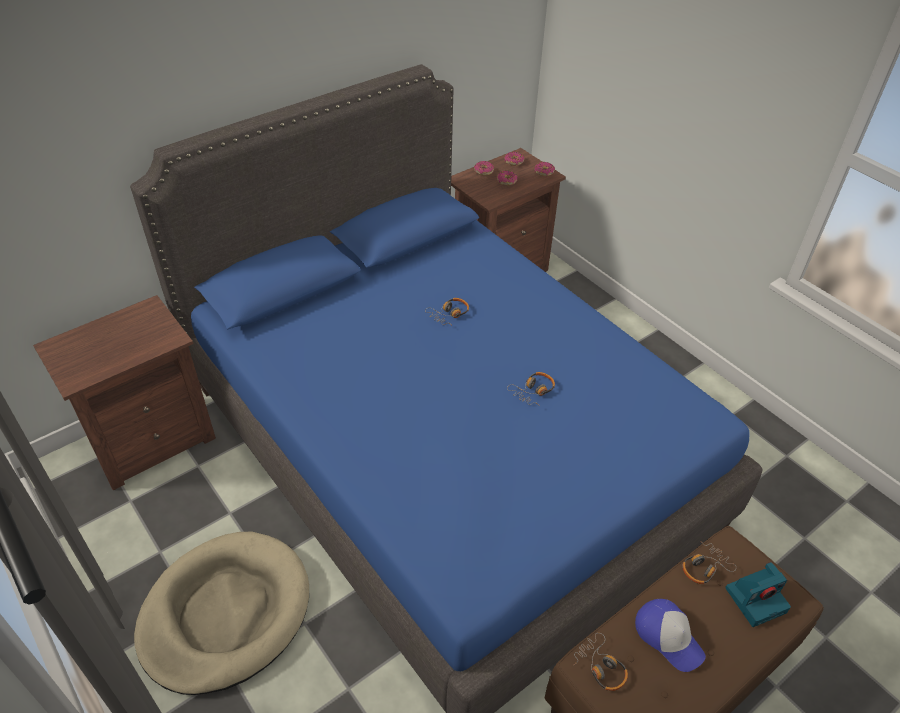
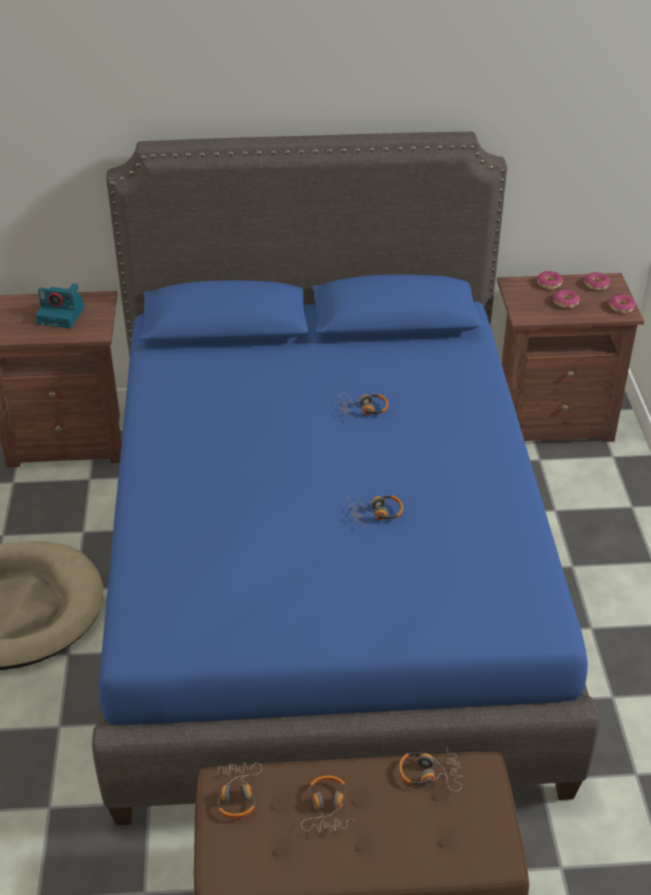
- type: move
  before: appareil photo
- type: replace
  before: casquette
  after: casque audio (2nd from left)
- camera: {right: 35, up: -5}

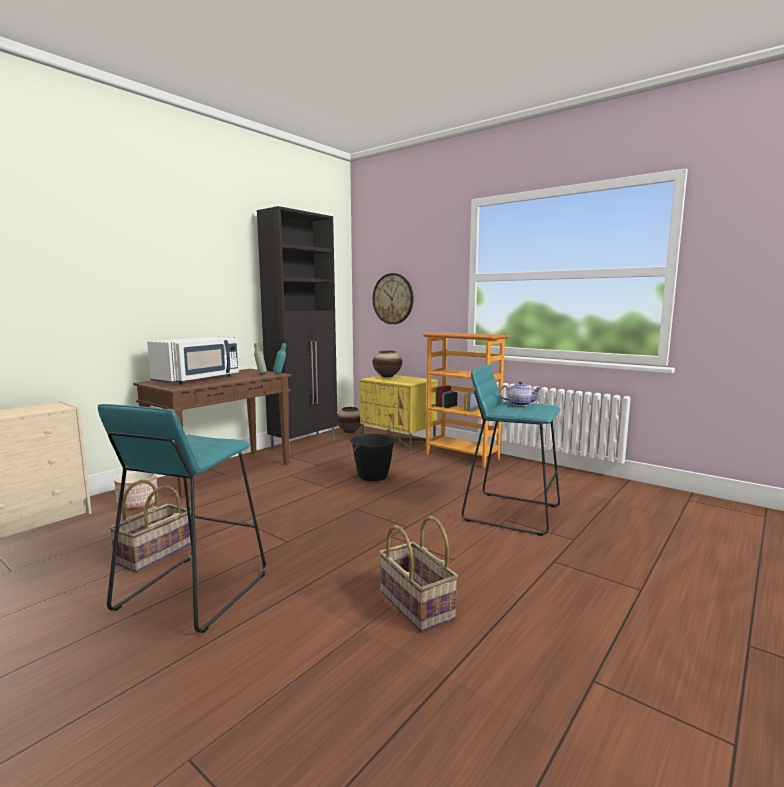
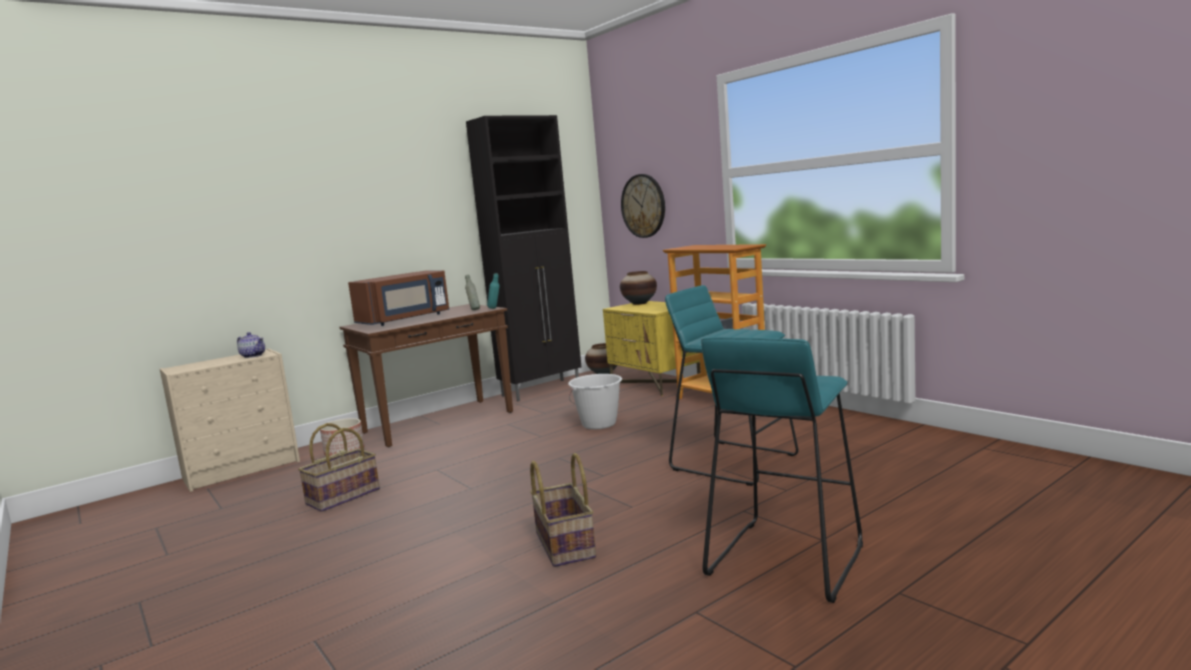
- type: recolor
  before: micro-ondes/blanc
  after: micro-ondes/marron
- type: move
  before: théière
- type: move
  before: tabouret/turquoise (1st from left in the first image)
  after: tabouret/turquoise (2nd from left)
- type: recolor
  before: seau/noir
  after: seau/blanc
- camera: {right: 15, up: 0}

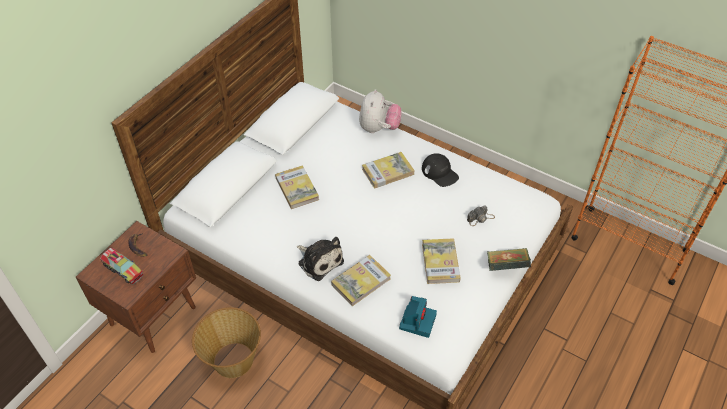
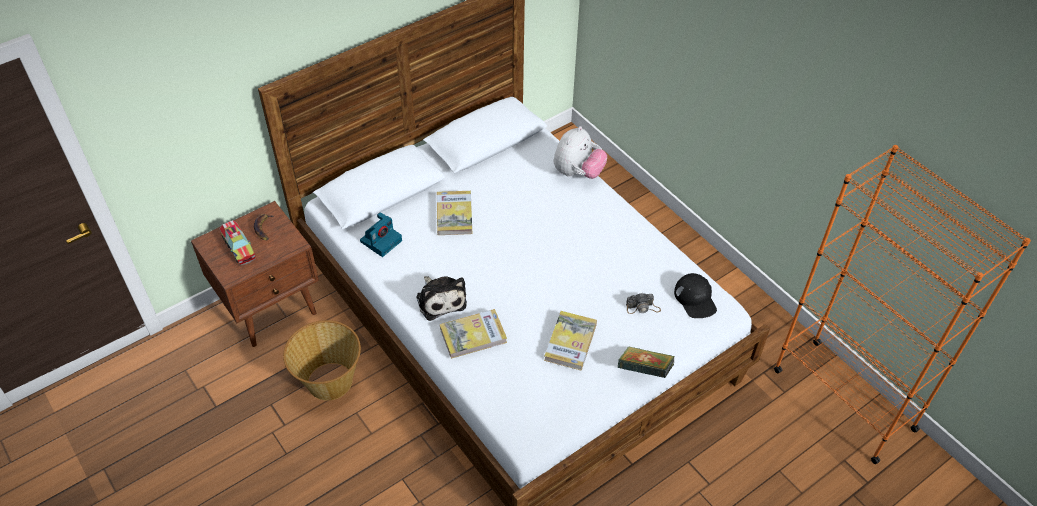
- type: delete
  before: livre (3rd from left)
- type: move
  before: casquette/noir
- type: move
  before: appareil photo (1st from left)
- camera: {right: 20, up: 0}

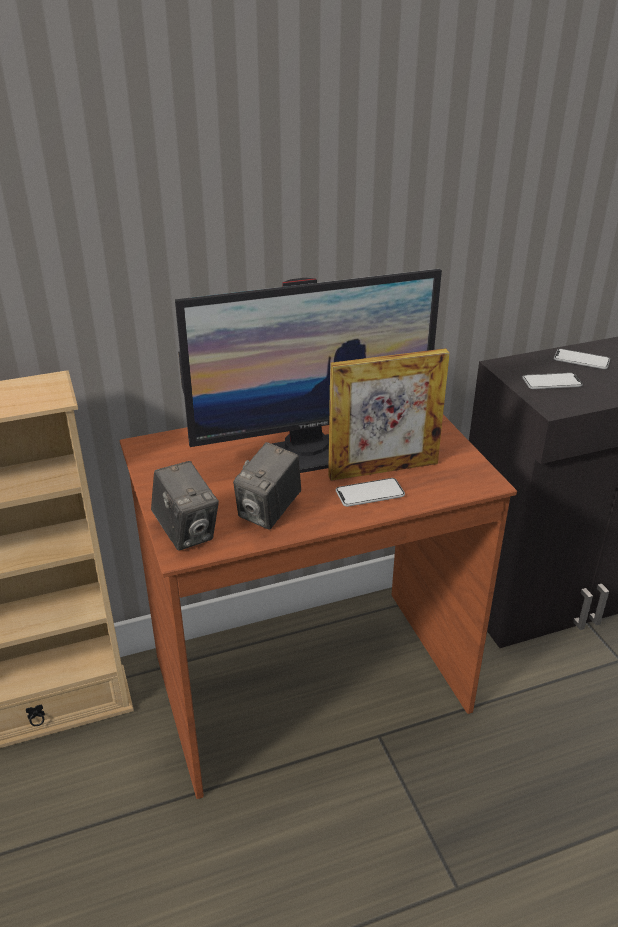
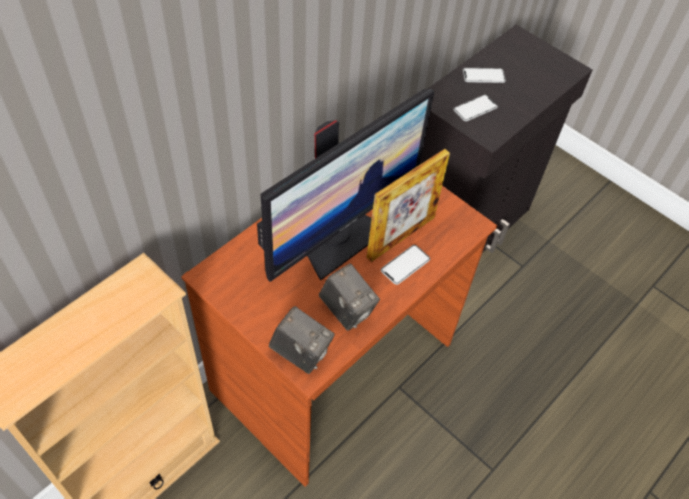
- type: rotate
  before: appareil photo (2nd from left)
  turn: -45
- camera: {right: -30, up: 20}

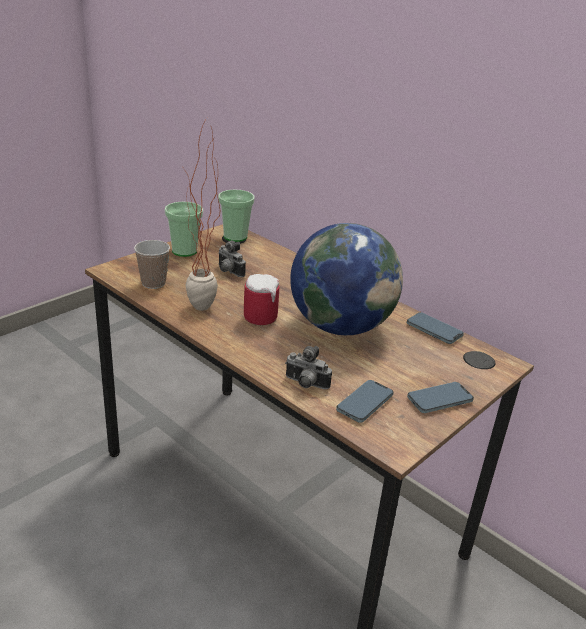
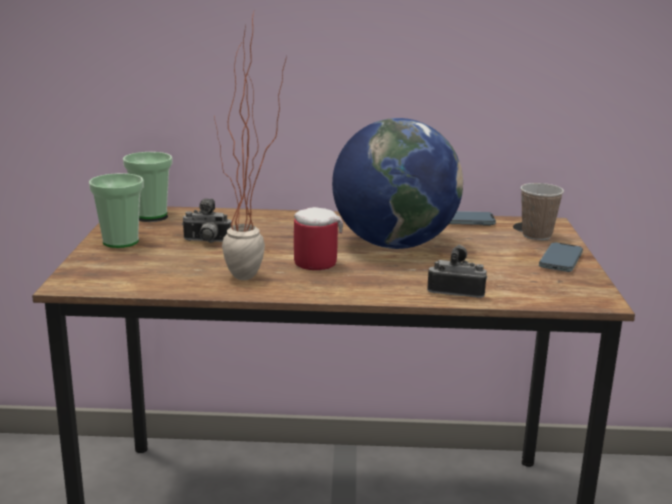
- type: move
  before: tasse (1st from left in the first image)
  after: tasse (3rd from left)
- type: rotate
  before: appareil photo (2nd from left)
  turn: -150
- type: delete
  before: téléphone (1st from left)
- camera: {right: -40, up: -10}

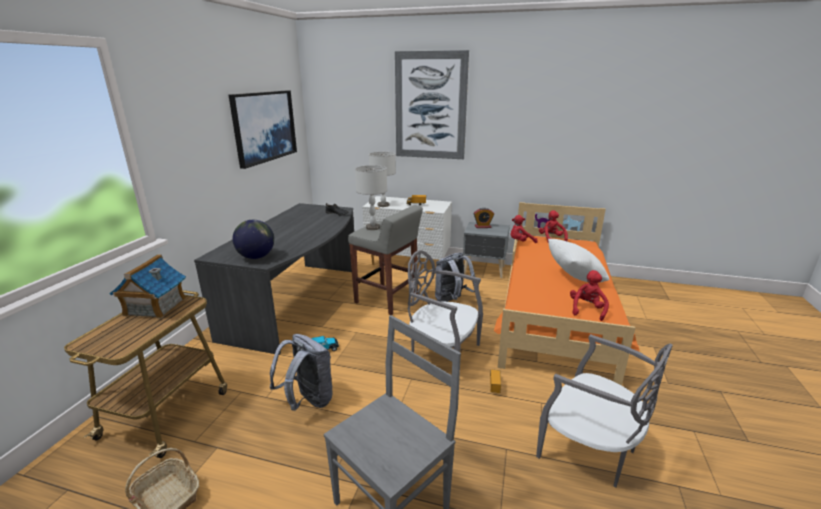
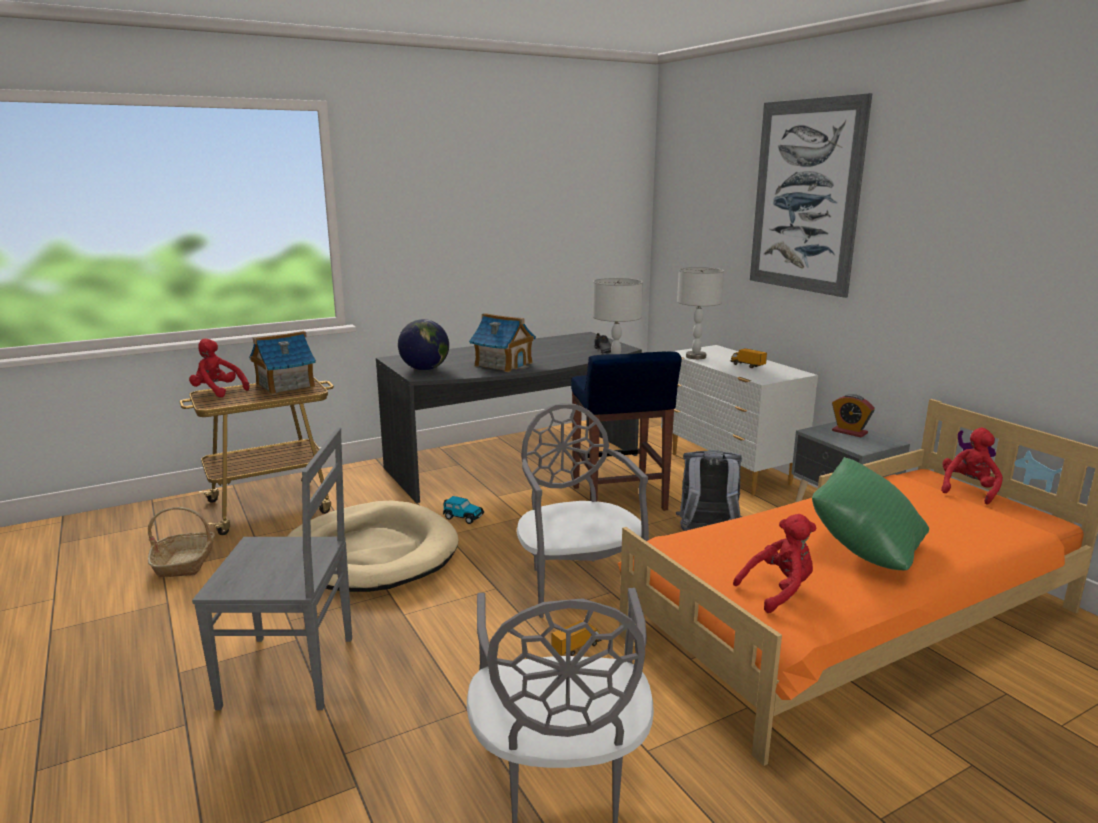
- type: delete
  before: tableau (1st from left)
- type: recolor
  before: tabouret/gris
  after: tabouret/bleu
- type: move
  before: peluche/rouge (1st from left)
- type: recolor
  before: coussin/blanc
  after: coussin/vert
- type: replace
  before: sac à dos/gris (1st from left)
  after: panier pour chien/beige
- type: insert
  after: maison miniature (2nd from left)
- camera: {right: 45, up: -5}

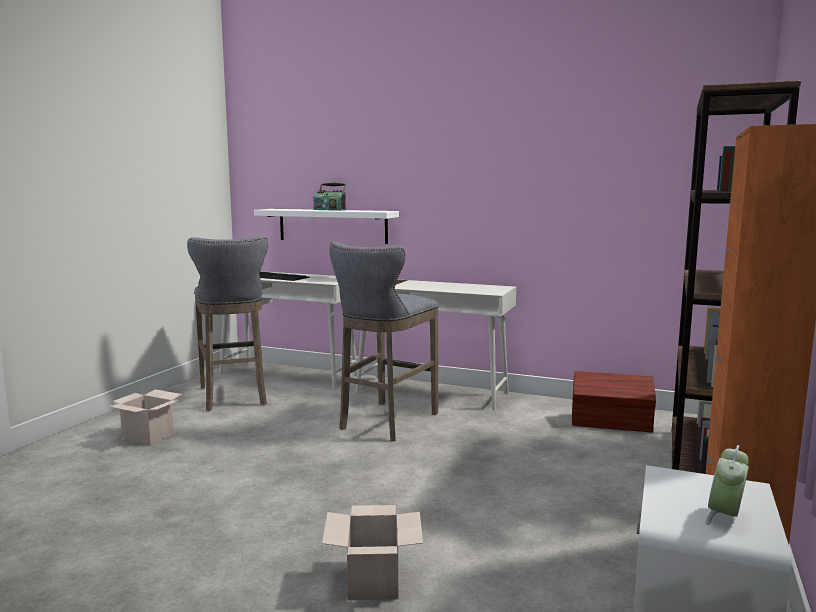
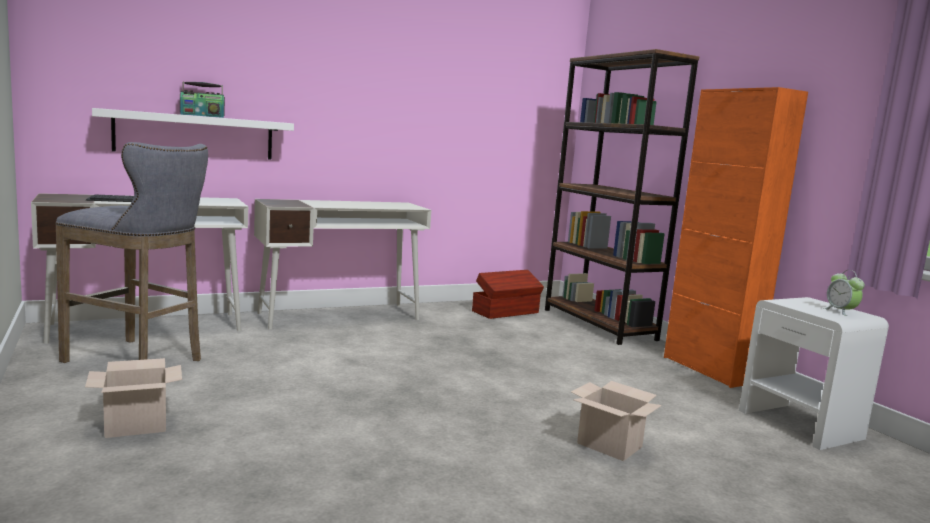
- type: delete
  before: tabouret/gris (2nd from left)
- camera: {right: -50, up: 0}

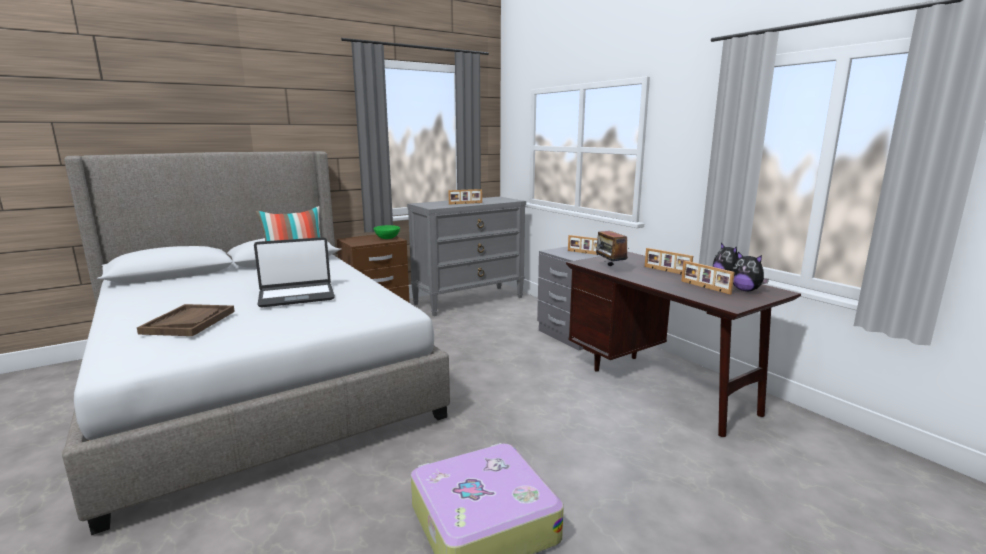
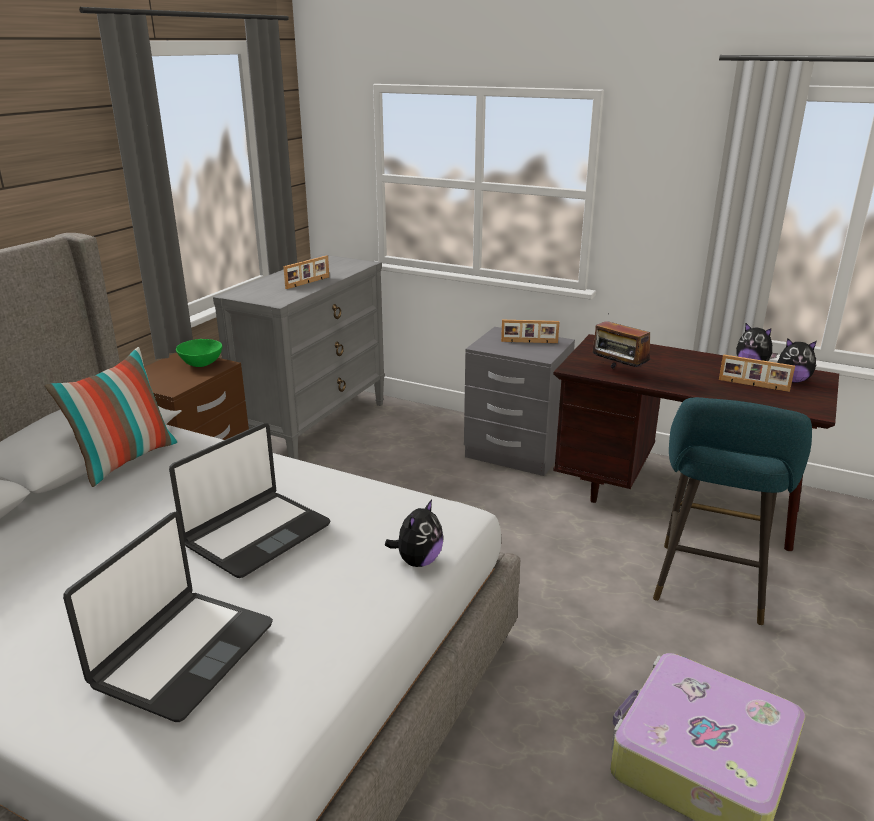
- type: delete
  before: cadre photo (3rd from left)
- type: replace
  before: plateau/marron
  after: ordinateur portable (1st from left)
- type: insert
  after: tabouret/turquoise
- type: insert
  after: peluche (1st from left)
- camera: {right: -30, up: 10}

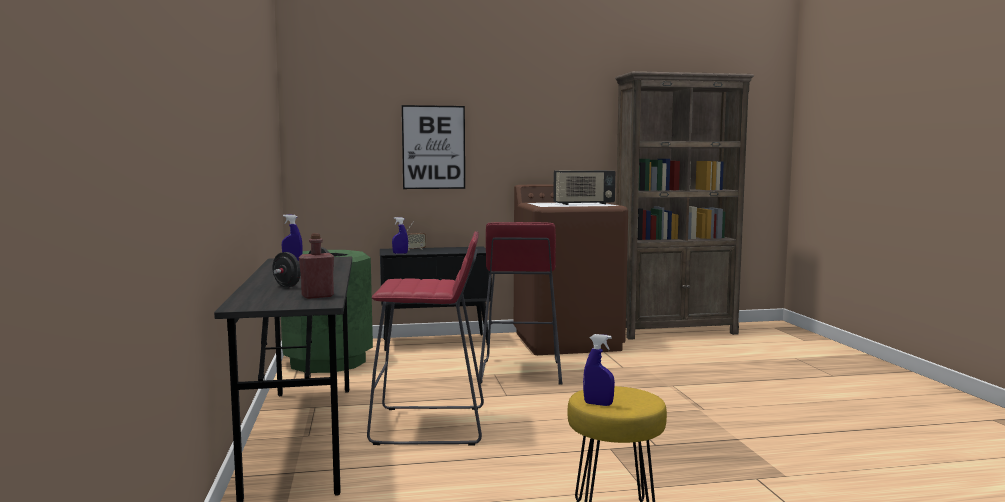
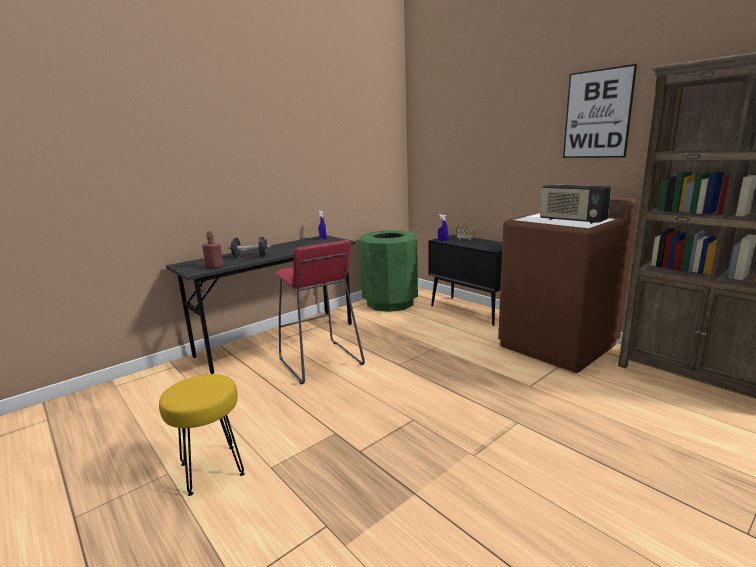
- type: move
  before: tableau
- type: delete
  before: tabouret/rouge (2nd from left)
- type: delete
  before: vaporisateur/bleu (3rd from left)
- camera: {right: 60, up: 10}

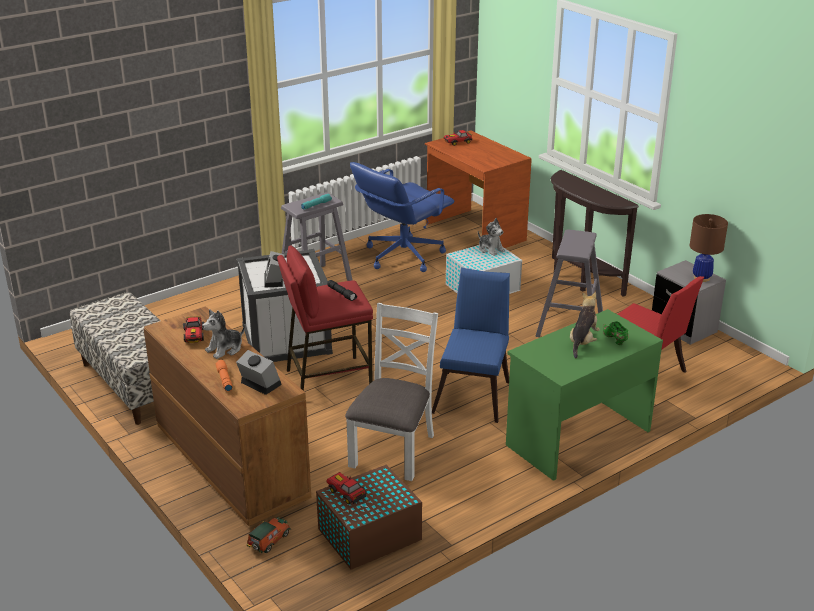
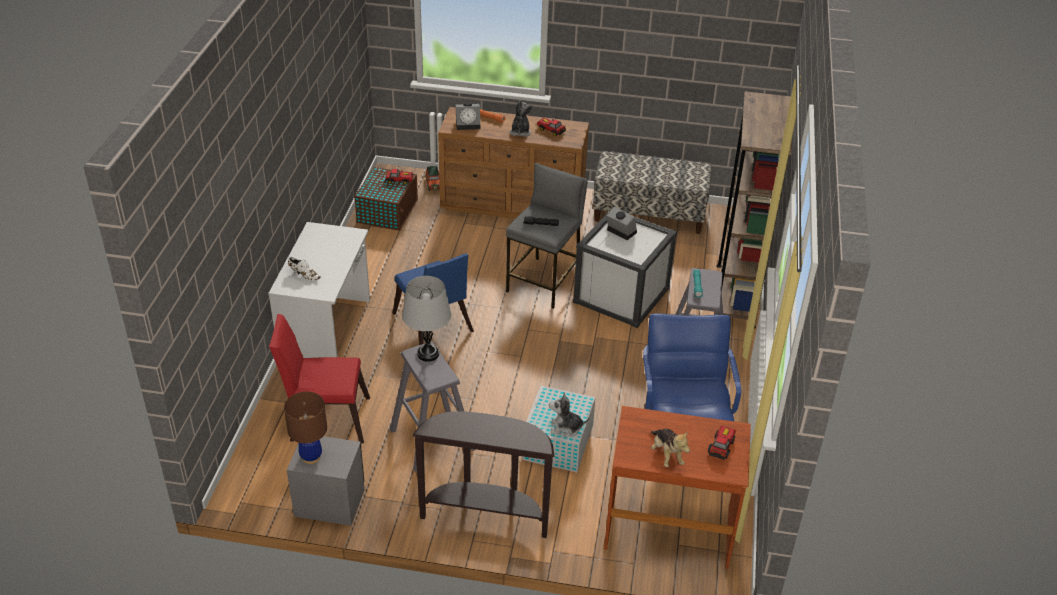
- type: recolor
  before: tabouret/rouge
  after: tabouret/gris (2nd from left)
- type: move
  before: peluche (3rd from left)
- type: delete
  before: chaise/blanc
- type: recolor
  before: bureau/vert
  after: bureau/blanc
- type: recolor
  before: chaussure/vert
  after: chaussure/blanc
- type: insert
  after: bibliothèque/marron
- type: insert
  after: lampe de table/gris
- camera: {right: 135, up: 10}

